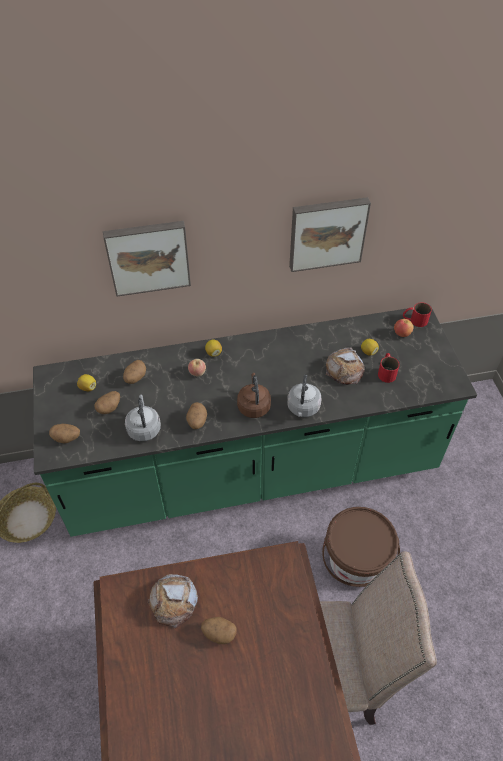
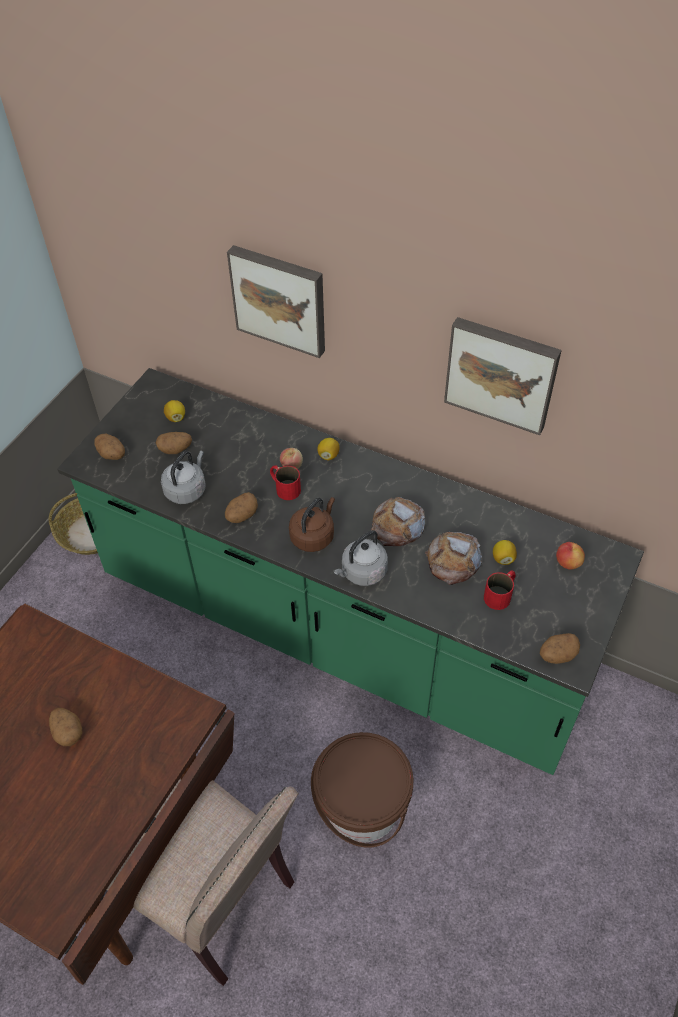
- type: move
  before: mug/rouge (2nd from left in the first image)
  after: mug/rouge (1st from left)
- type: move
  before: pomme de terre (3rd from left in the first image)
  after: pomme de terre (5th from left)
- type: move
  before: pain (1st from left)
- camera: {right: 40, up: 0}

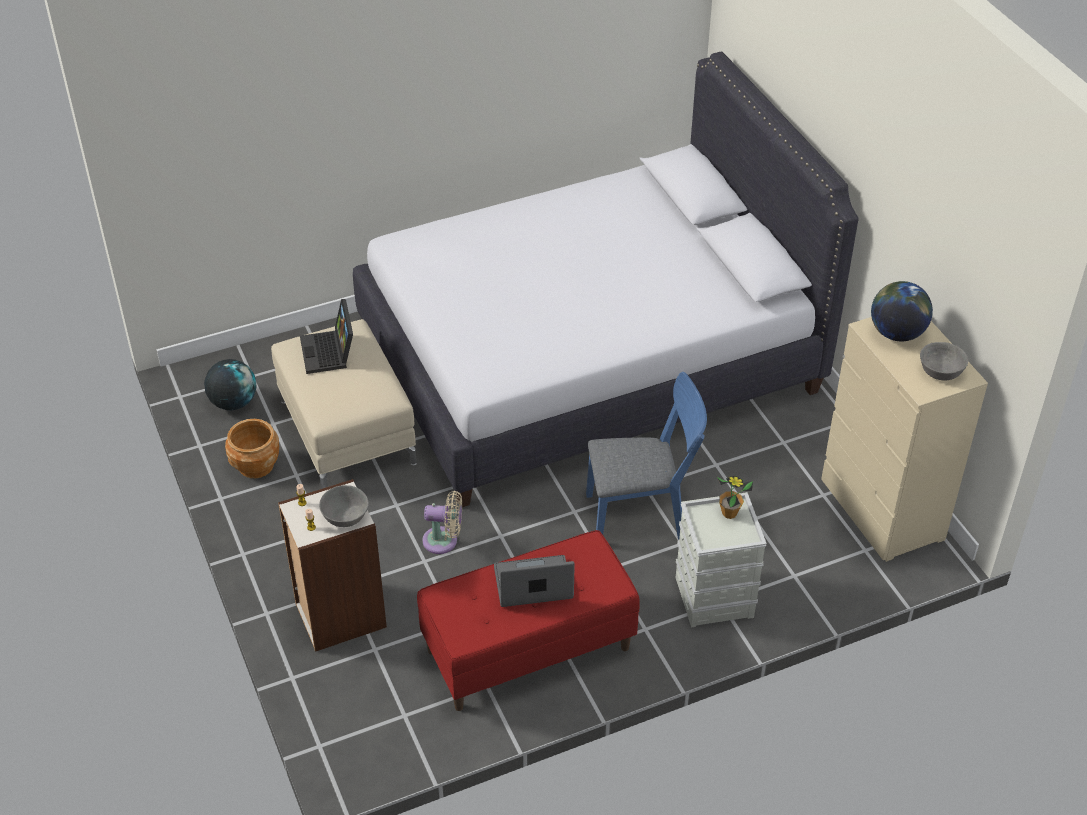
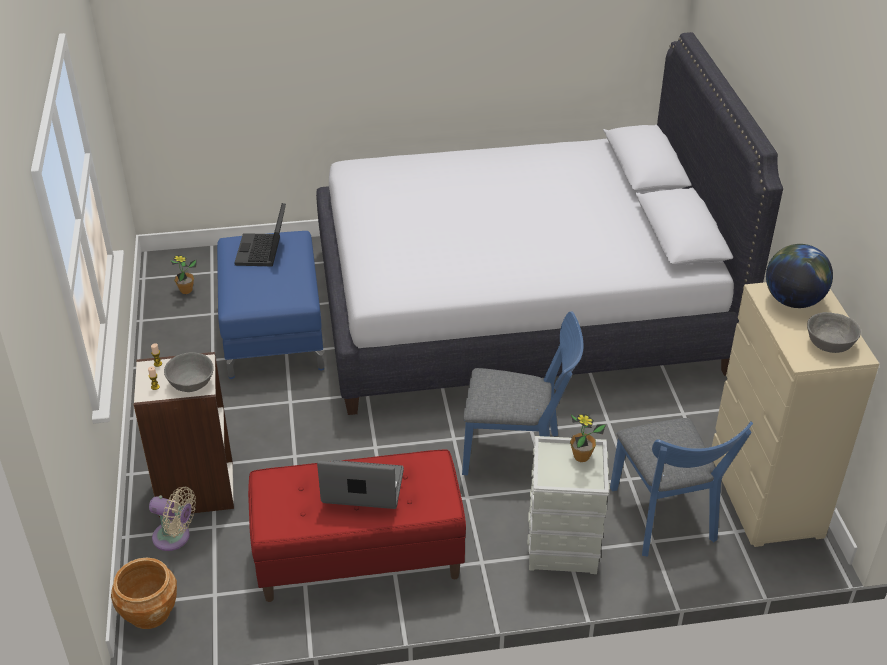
- type: recolor
  before: pouf/beige
  after: pouf/bleu
- type: replace
  before: globe (1st from left)
  after: plante en pot (1st from left)
- type: move
  before: cache-pot/marron
- type: move
  before: ventilateur/beige
- type: insert
  after: chaise/bleu (2nd from left)
- camera: {right: 15, up: -5}

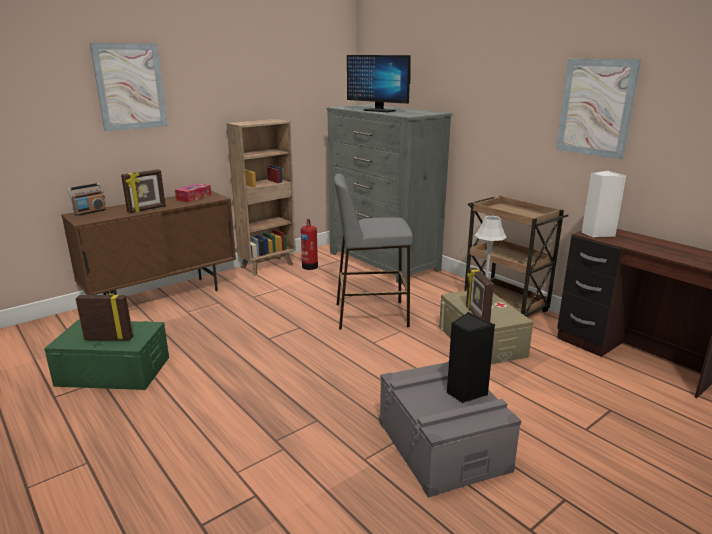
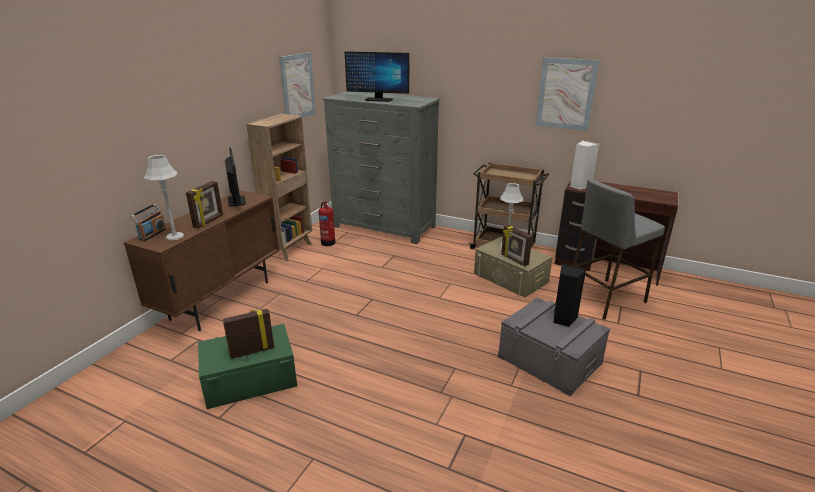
- type: move
  before: tableau (1st from left)
- type: move
  before: tabouret/gris
- type: replace
  before: boîte à mouchoirs
  after: écran d'ordinateur (1st from left)
- type: insert
  after: lampe de table/gris (1st from left)
- camera: {right: -25, up: 5}

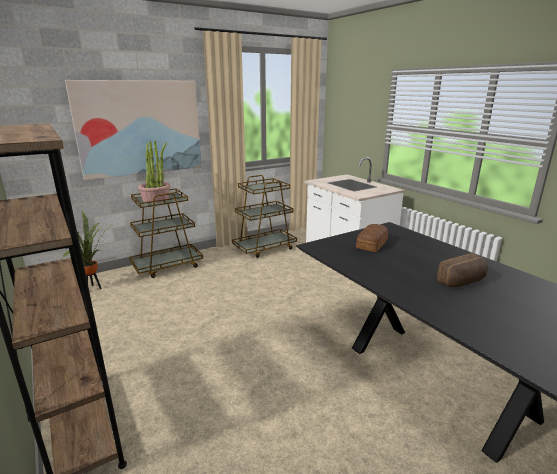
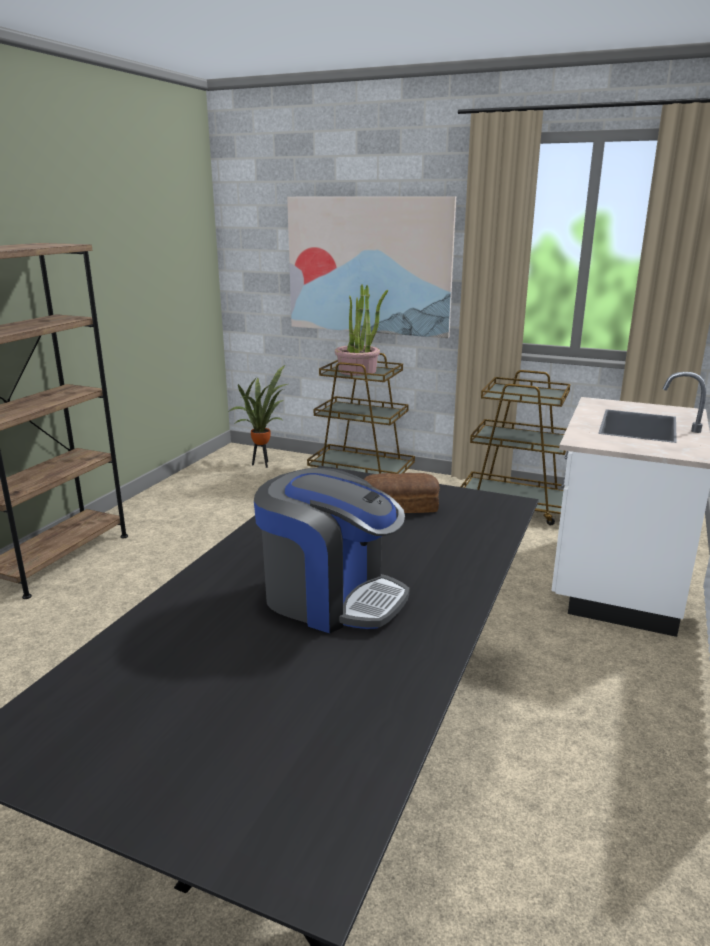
- type: replace
  before: pain (2nd from left)
  after: machine à café
- camera: {right: 55, up: 0}

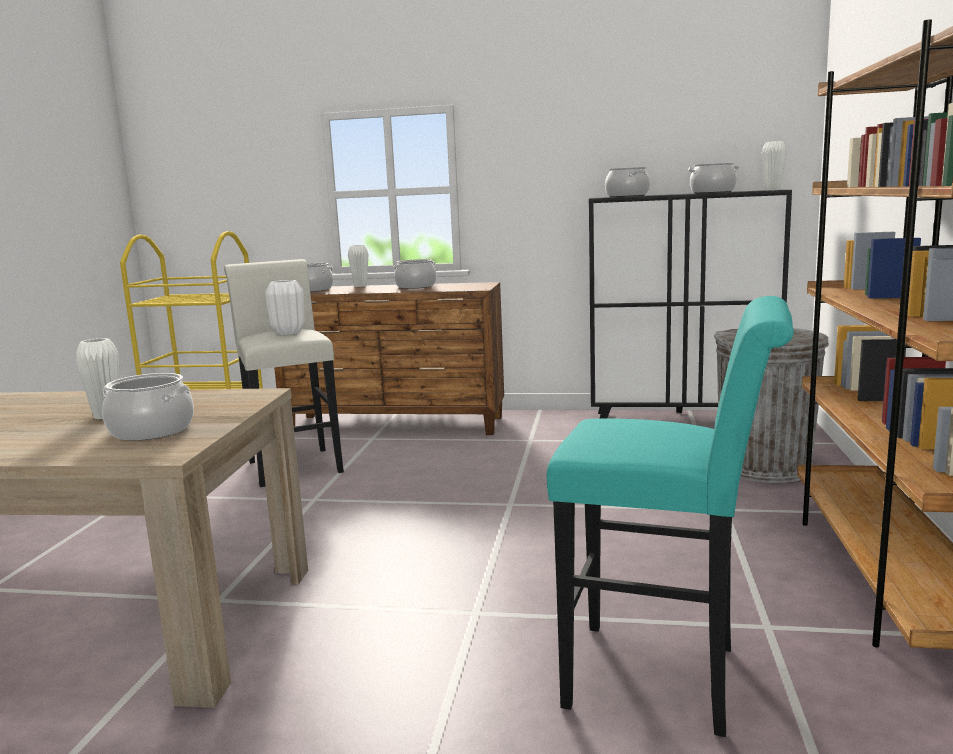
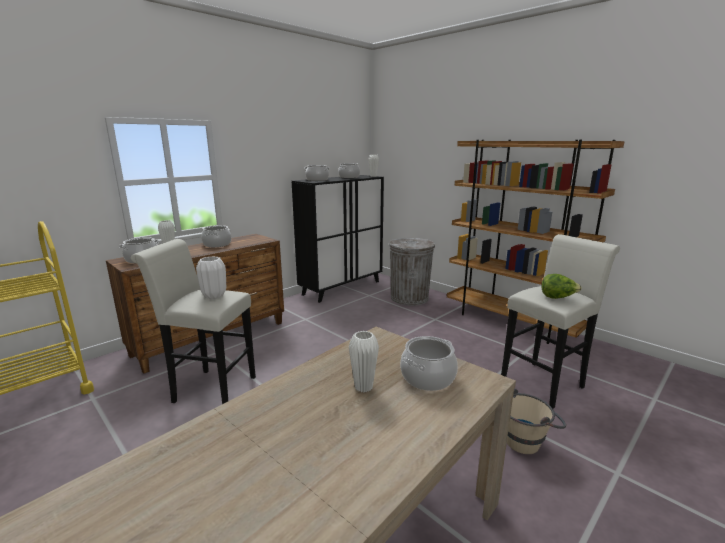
- type: recolor
  before: tabouret/turquoise
  after: tabouret/blanc (2nd from left)
- type: insert
  after: laitue
- type: insert
  after: seau/beige
- camera: {right: -55, up: 5}

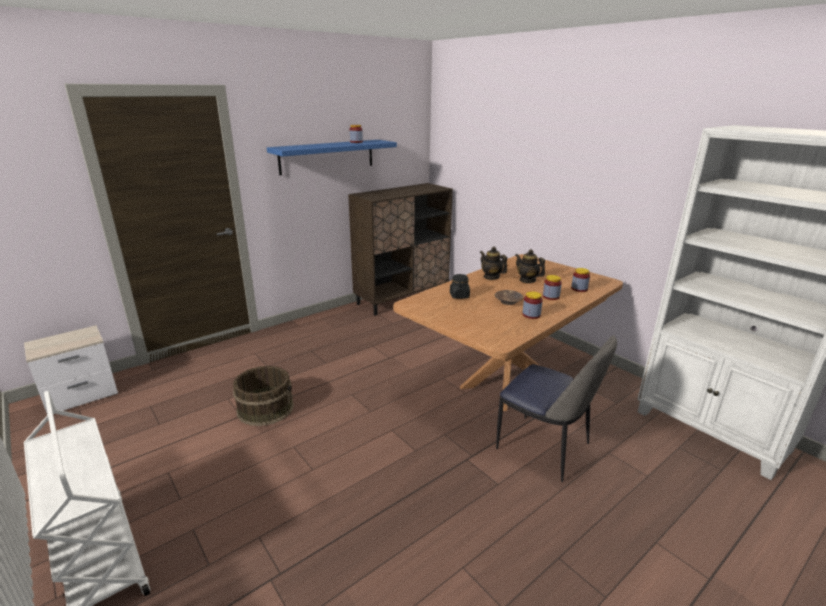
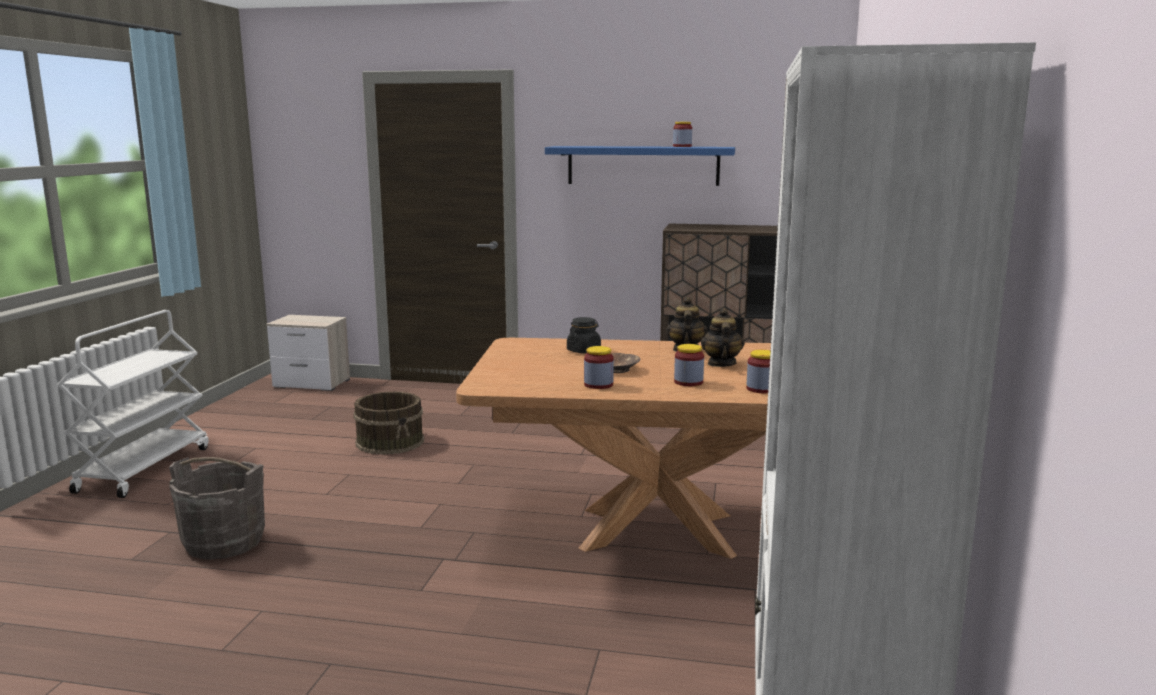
- type: delete
  before: chaise
- type: insert
  after: seau/gris
- camera: {right: 50, up: -10}

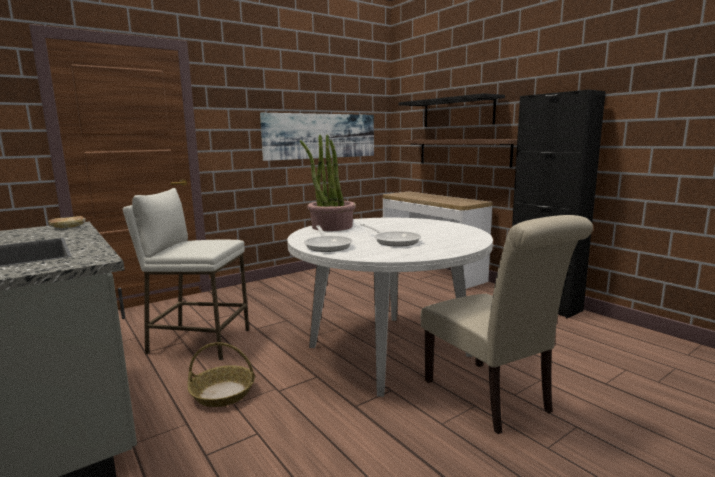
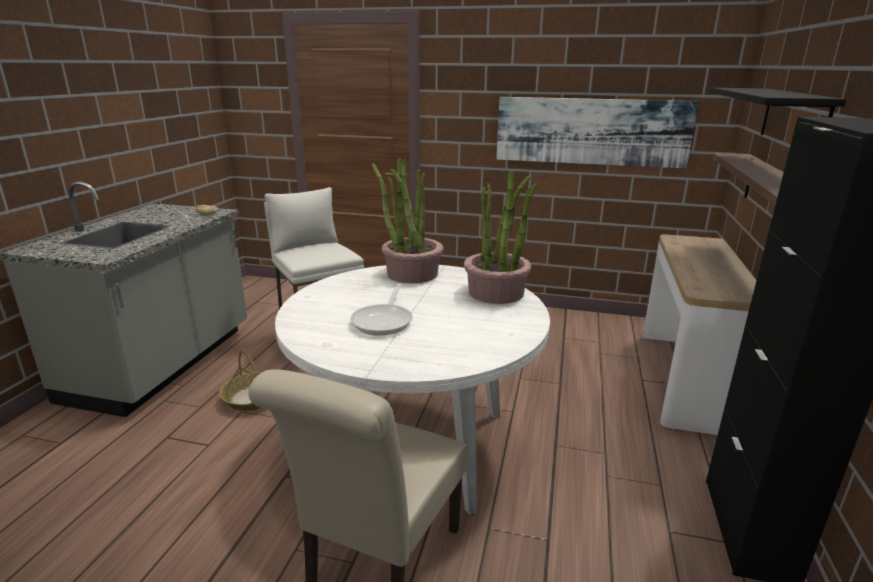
- type: delete
  before: poêle (1st from left)
- type: insert
  after: plante en pot (2nd from left)
- camera: {right: 50, up: 10}

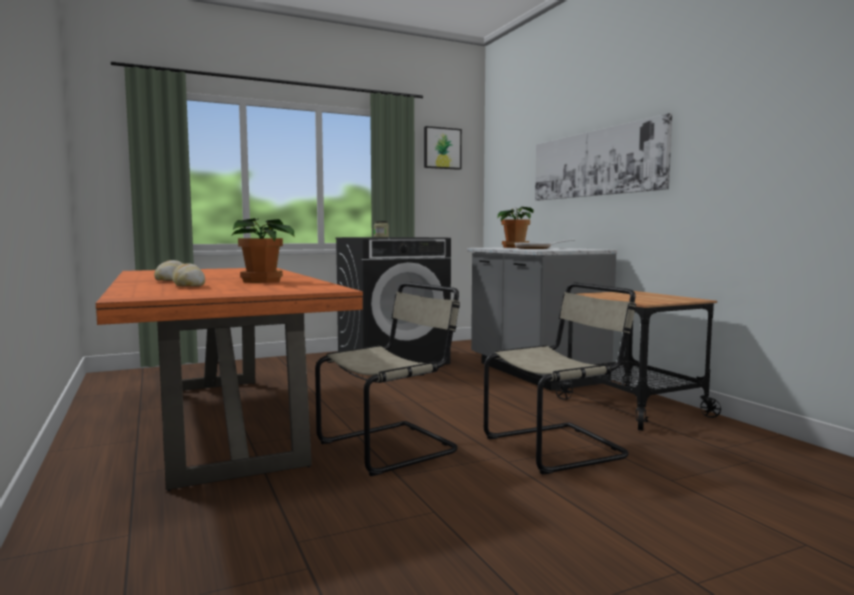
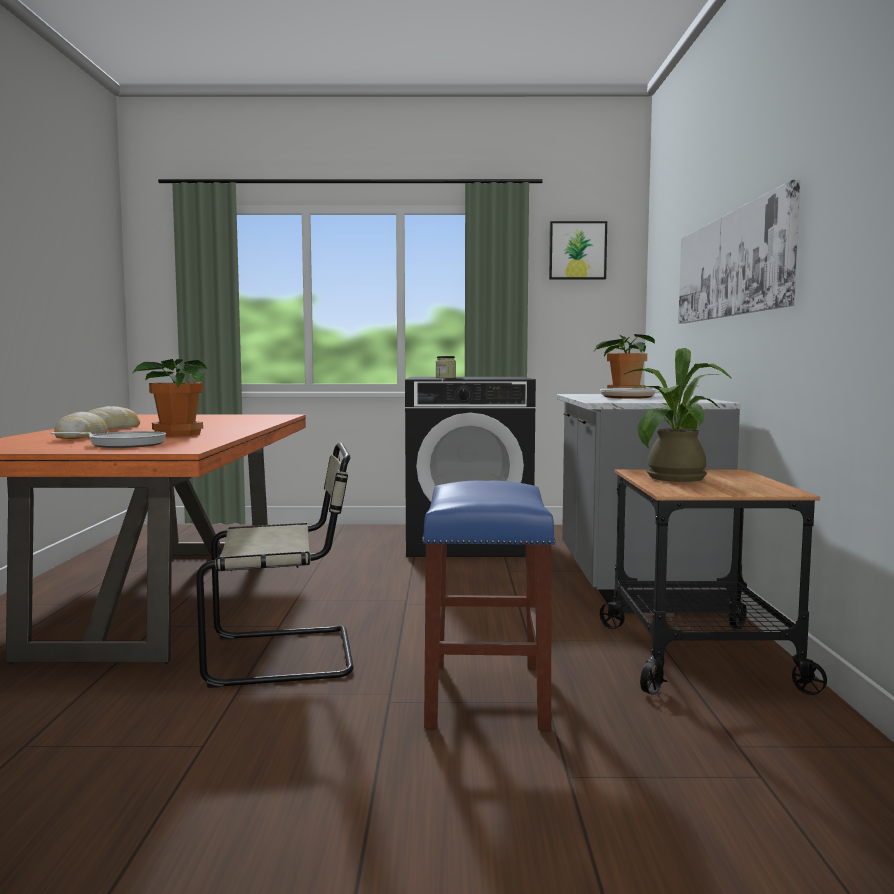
- type: replace
  before: chaise/beige (2nd from left)
  after: tabouret/bleu
- type: insert
  after: plante en pot (3rd from left)
- type: insert
  after: poêle (1st from left)
- camera: {right: 25, up: 0}

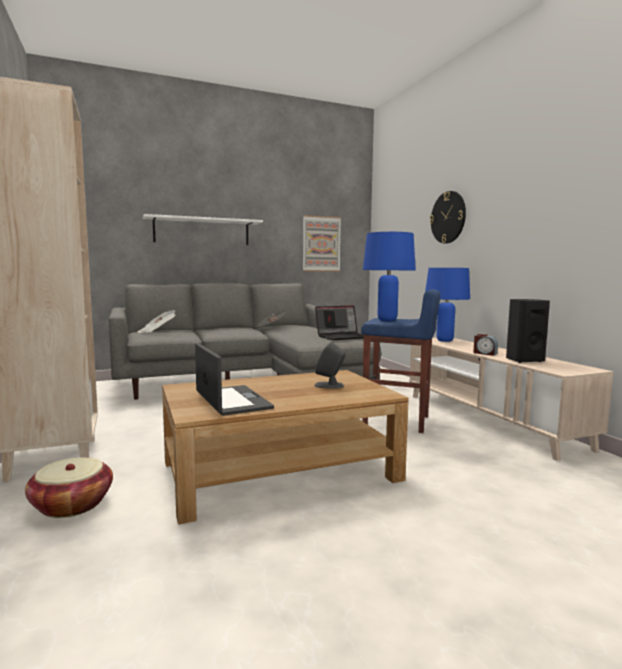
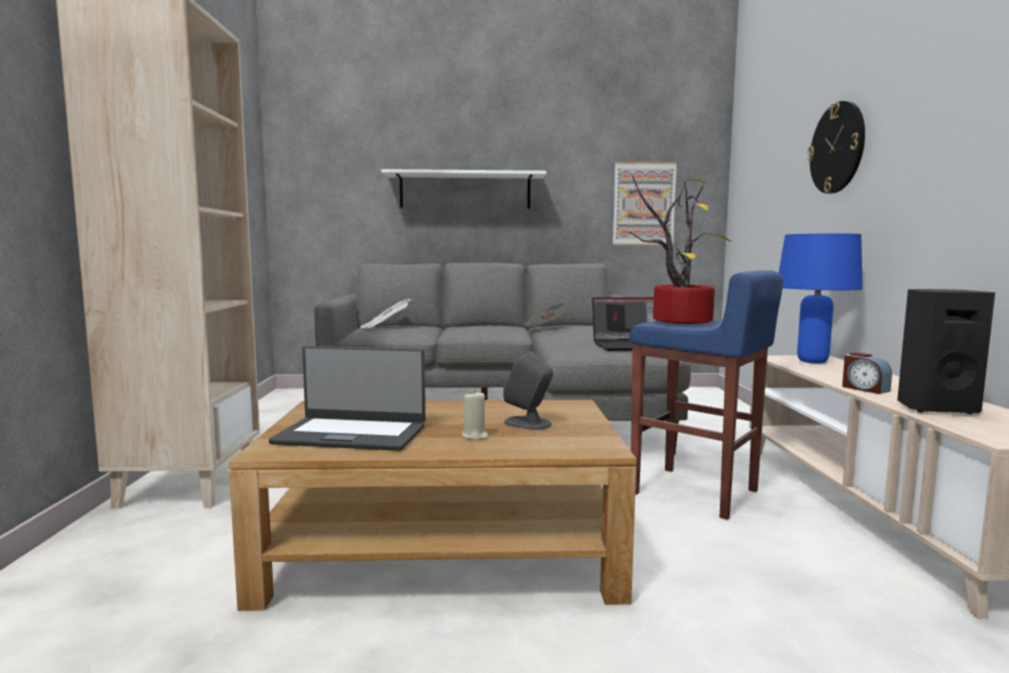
- type: replace
  before: lampe de table/bleu (1st from left)
  after: plante en pot
- type: rotate
  before: ordinateur portable (1st from left)
  turn: 105
- type: delete
  before: panier
- type: insert
  after: bougie/beige
- camera: {right: 20, up: 0}

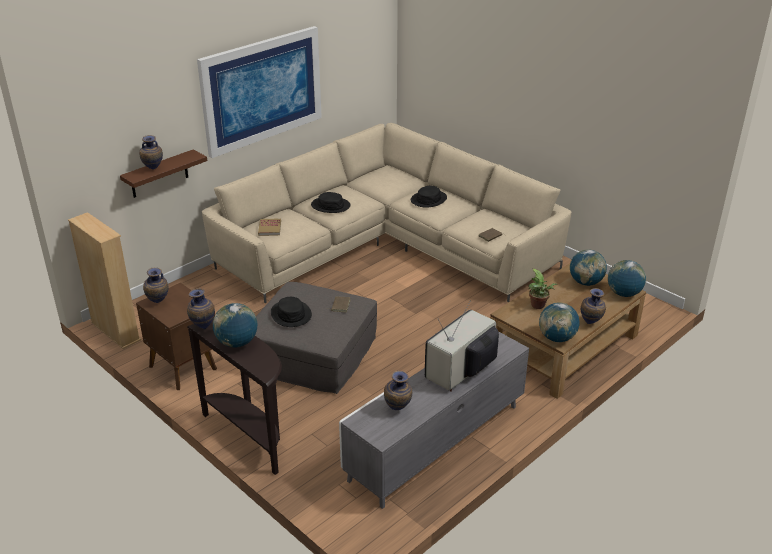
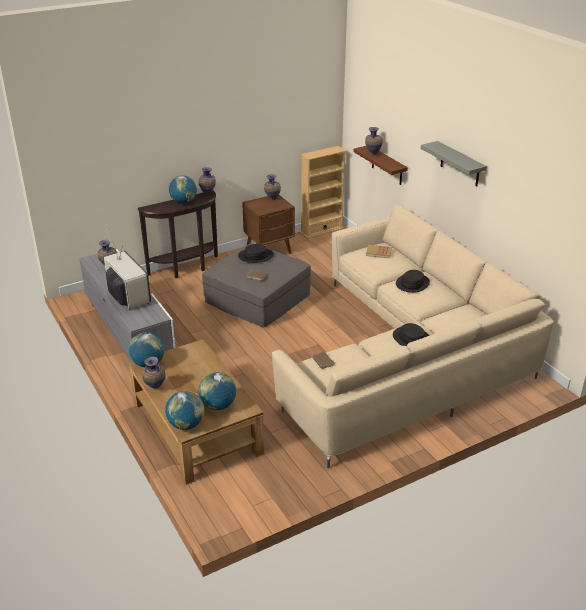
- type: replace
  before: tableau
  after: étagère/gris
- type: delete
  before: plante en pot
- camera: {right: 105, up: 0}

